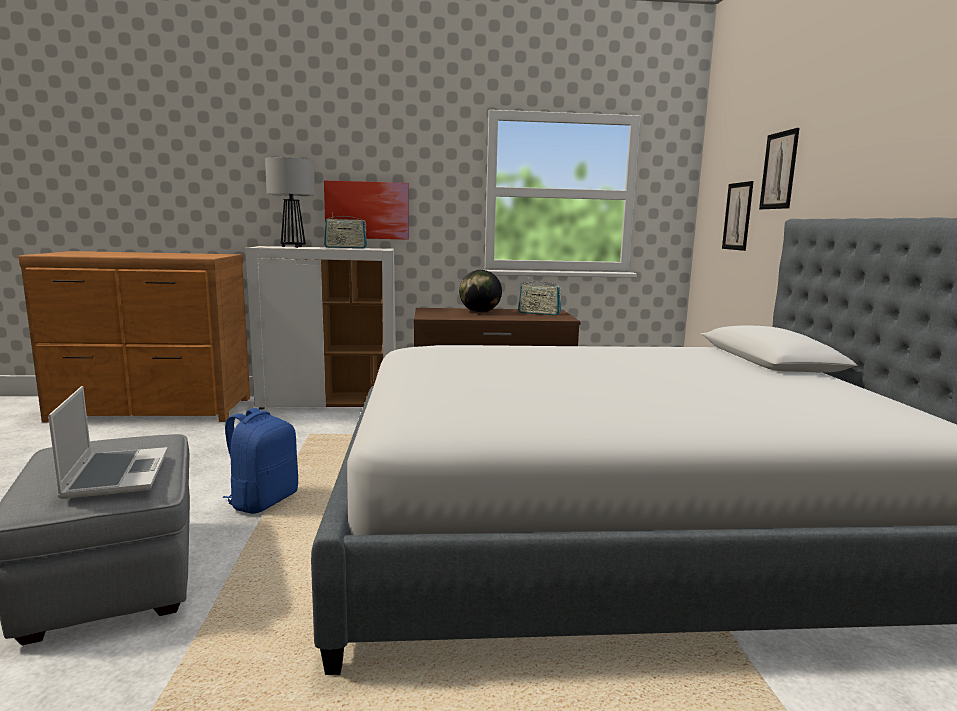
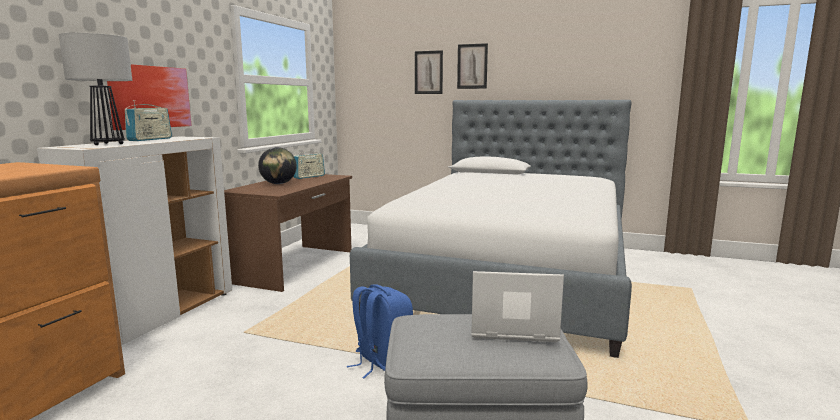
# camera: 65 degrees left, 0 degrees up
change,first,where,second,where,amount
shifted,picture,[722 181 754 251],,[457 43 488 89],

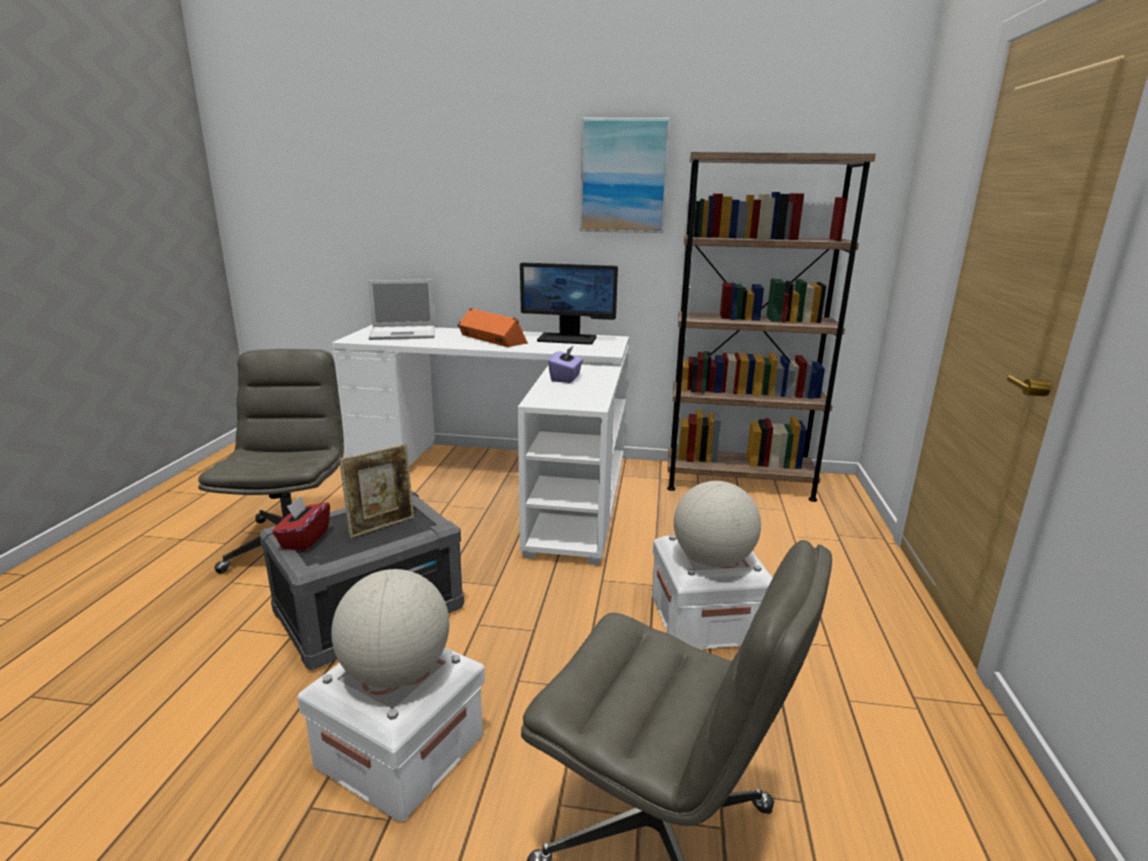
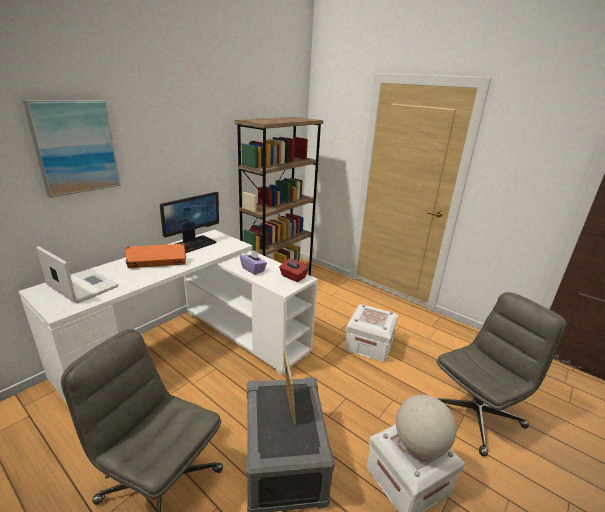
# camera: 60 degrees left, 5 degrees up
change,first,where,second,where,amount
shifted,picture,[580 118 670 233],,[23 100 121 198],
rotated,portable computer,[368 280 435 340],,[36 246 119 304],75 degrees counterclockwise
gone,world globe,[674 481 761 567],,,
shifted,red-coloured tissue box,[272 496 330 550],,[279 258 308 282],

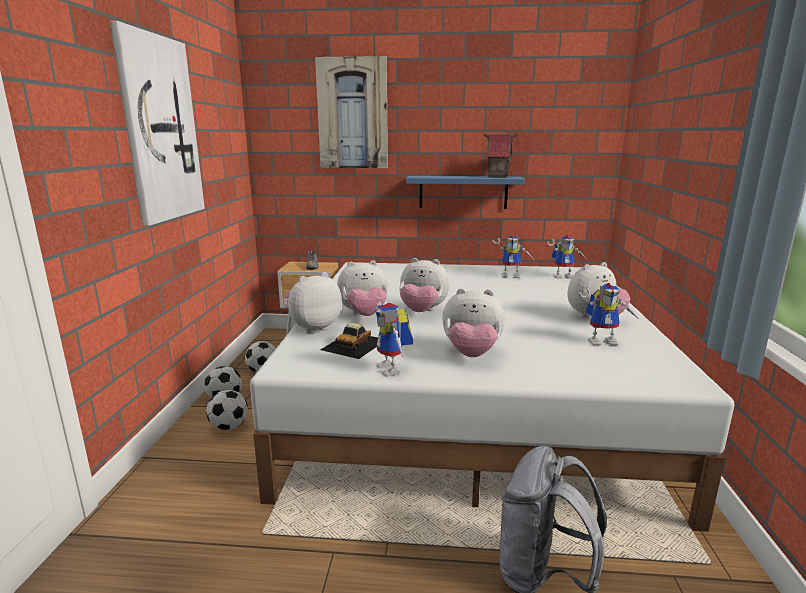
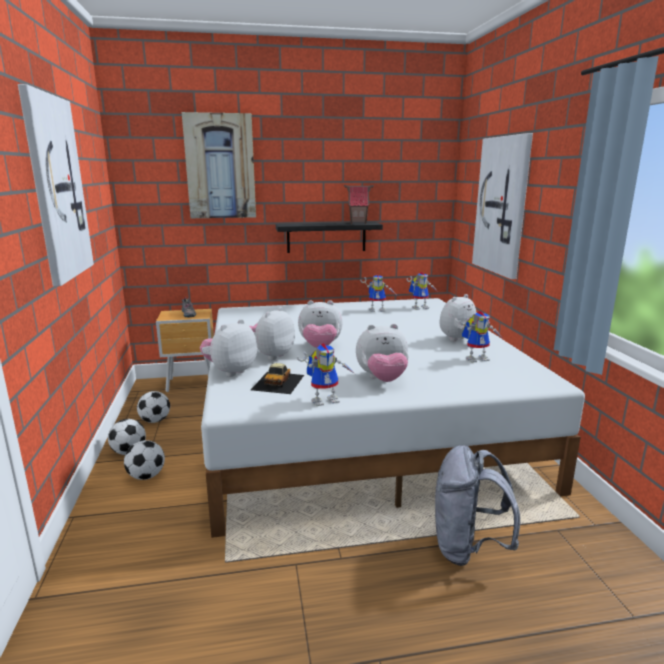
# camera: 15 degrees left, 0 degrees up
change,first,where,second,where,amount
repainted,bluish shelf,[406 176 525 209],black-coloured shelf,[276 222 383 253],
rotated,cuddly toy,[337 260 387 316],,[249 307 295 360],150 degrees clockwise
rotated,robot figure,[375 302 414 377],,[297 343 355 406],75 degrees counterclockwise
new,,,picture,[472 133 533 279],

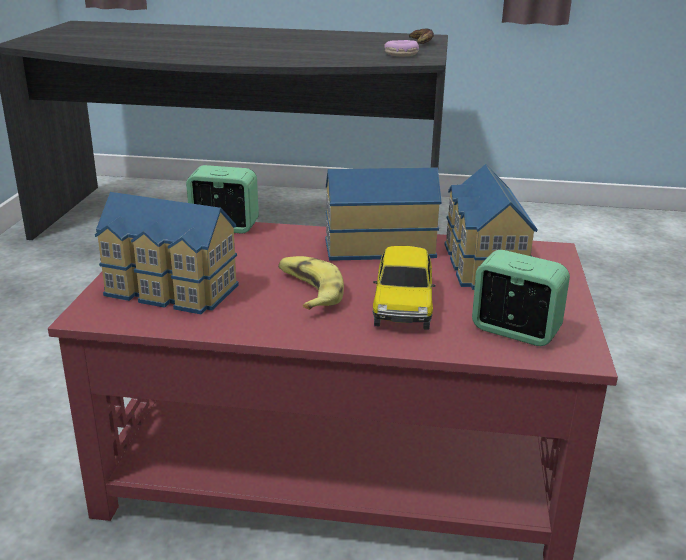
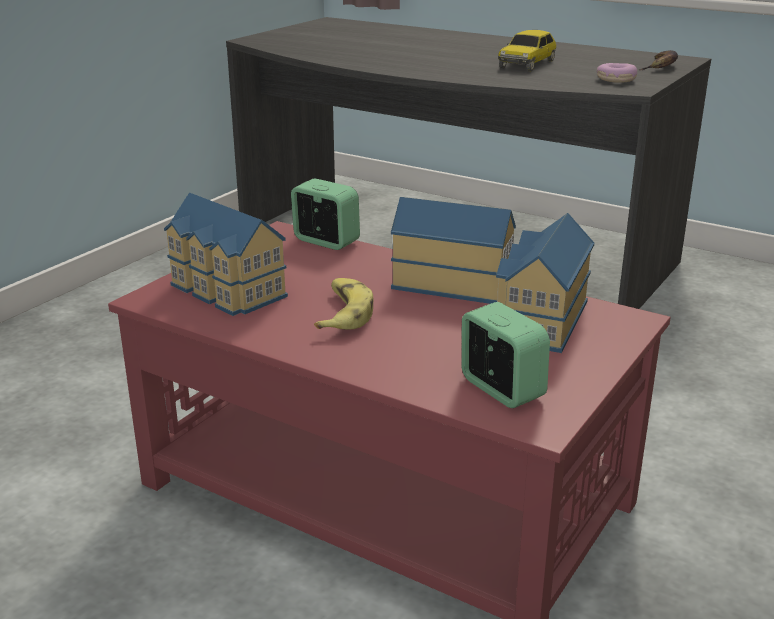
# camera: 25 degrees right, 0 degrees up
change,first,where,second,where,amount
shifted,miniature car,[373 246 436 330],,[498 30 556 71],

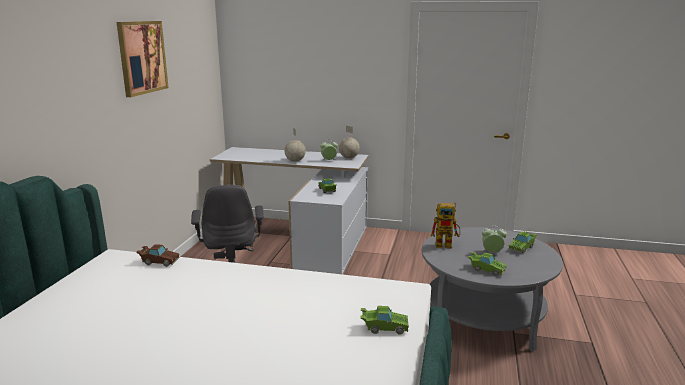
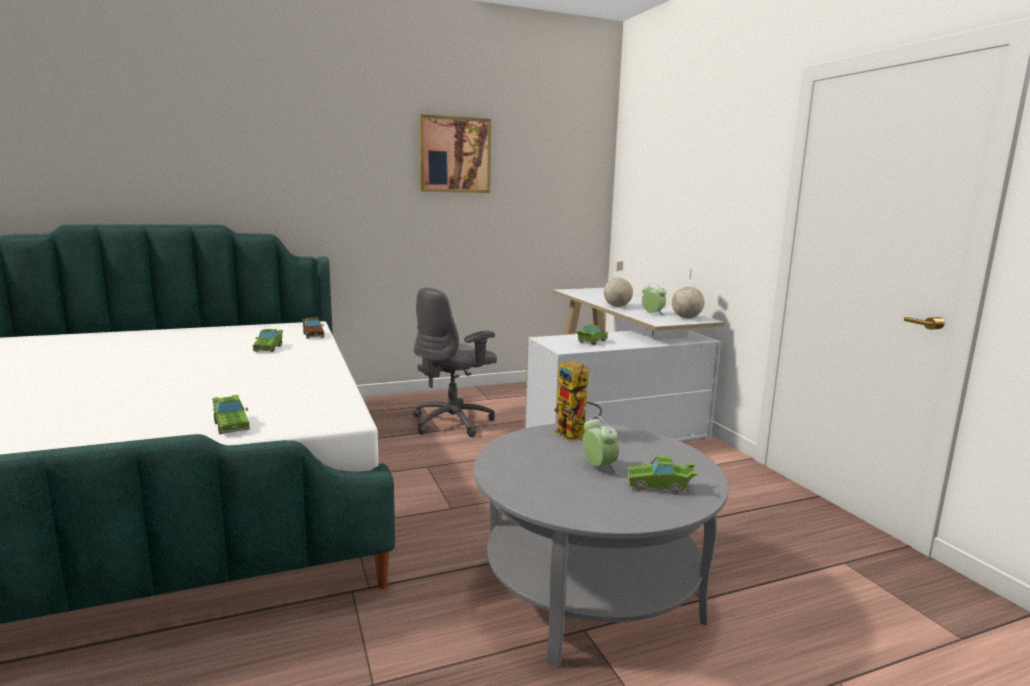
# camera: 55 degrees right, 5 degrees down
change,first,where,second,where,amount
shifted,green-coloured miniature car,[468 252 507 276],,[252 329 283 352],

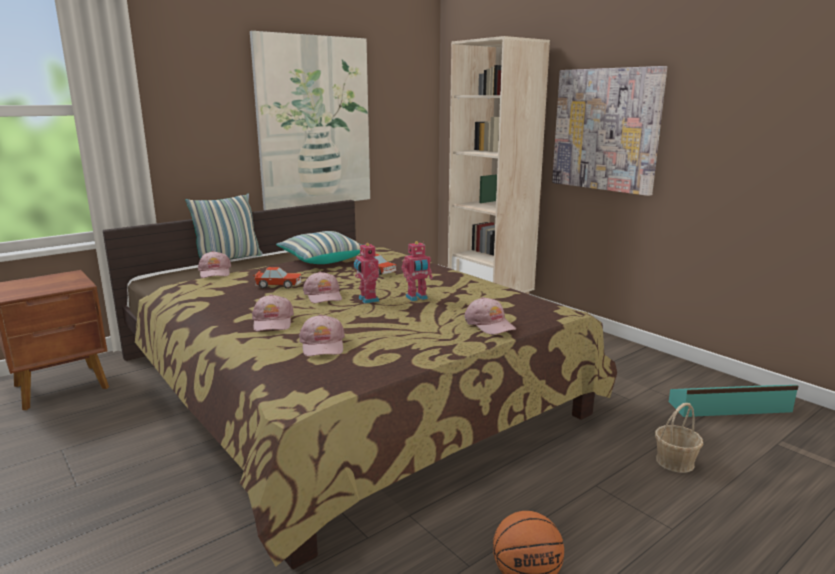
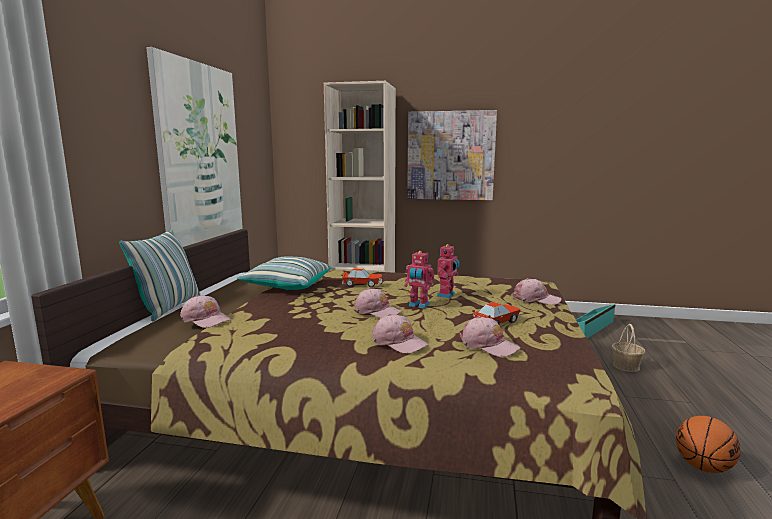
# camera: 40 degrees left, 5 degrees down
change,first,where,second,where,amount
shifted,miniature car,[253 267 302 289],,[472 302 521 324],

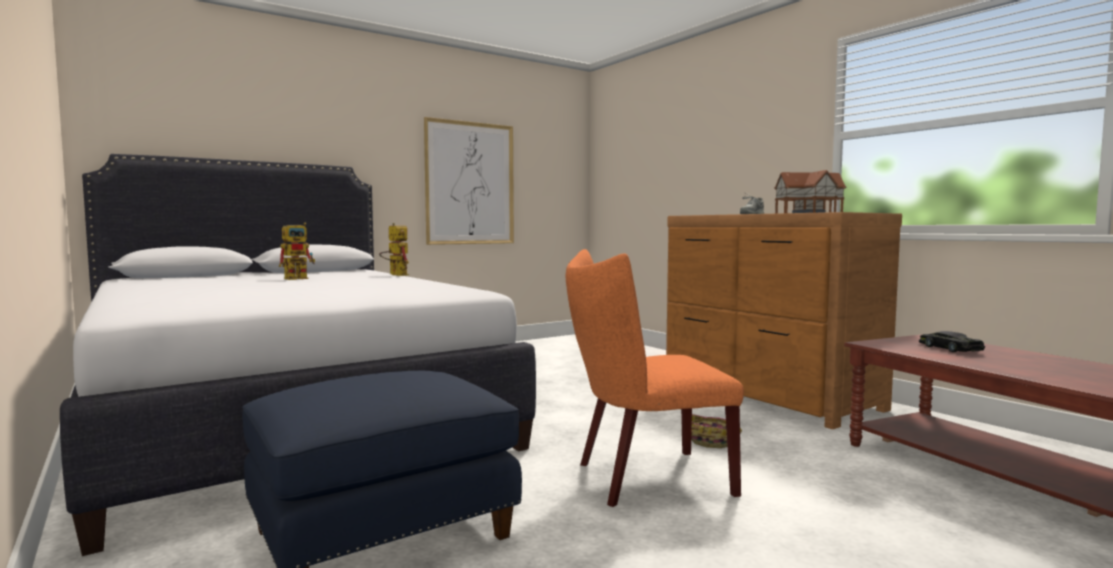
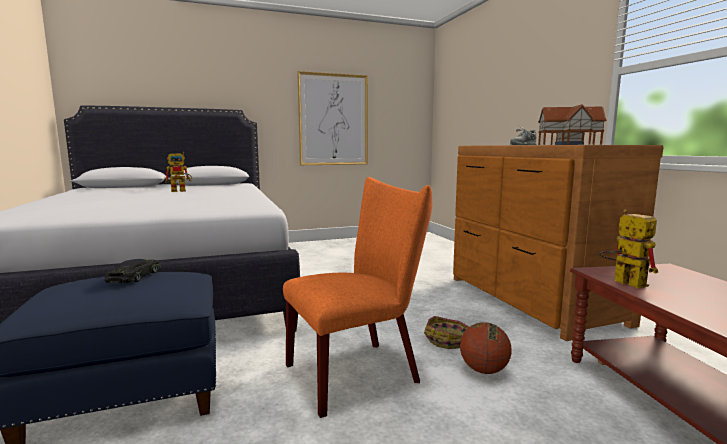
# camera: 15 degrees right, 5 degrees up
change,first,where,second,where,amount
shifted,robot figure,[379 223 409 276],,[599 210 658 289],
rotated,orangey plain chair,[566 249 744 507],,[283 177 432 418],150 degrees clockwise
shifted,black-coloured miniature car,[919 331 985 352],,[104 259 161 283],
new,,,basketball ball,[460 322 512 374],

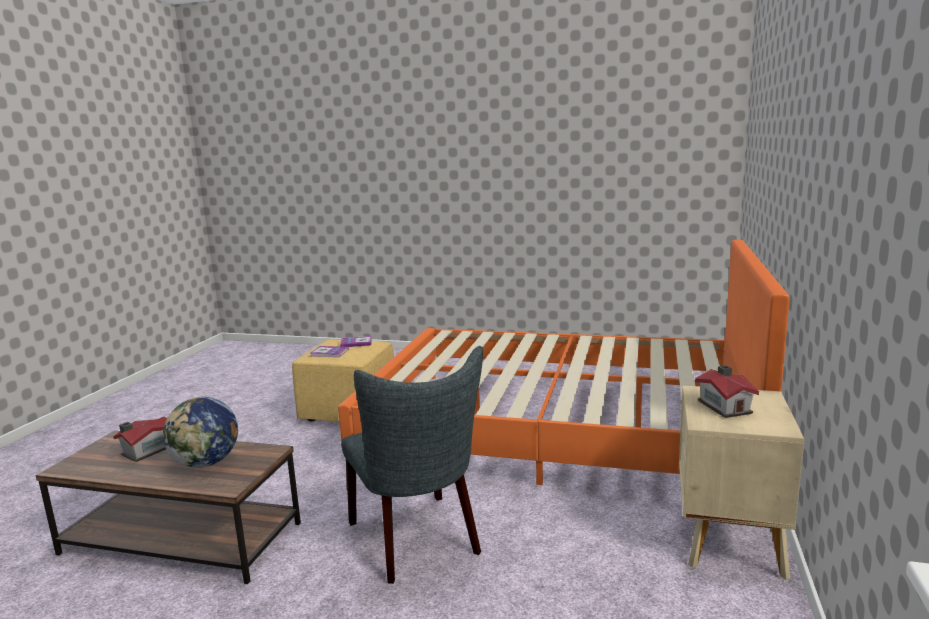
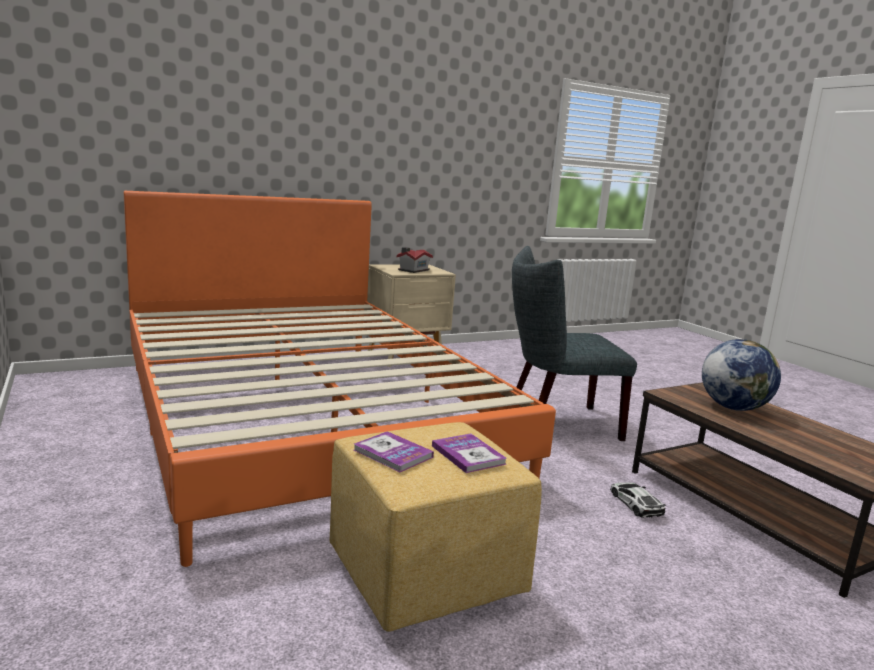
# camera: 135 degrees left, 0 degrees up
change,first,where,second,where,amount
rotated,grey plain chair,[341 346 483 584],,[512 246 637 441],120 degrees counterclockwise
gone,toy house,[113 416 167 462],,,
new,,,miniature car,[610 482 666 518],

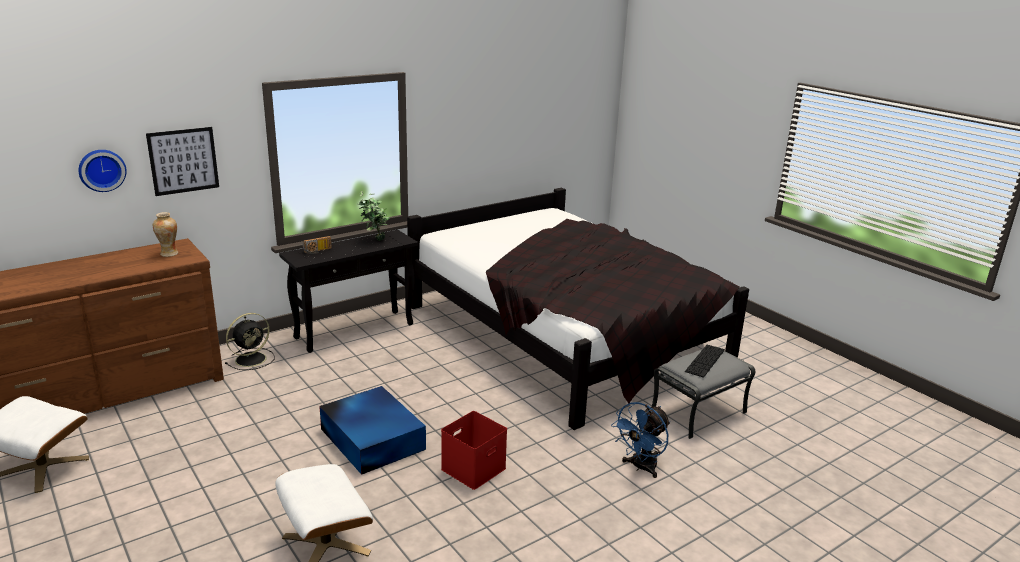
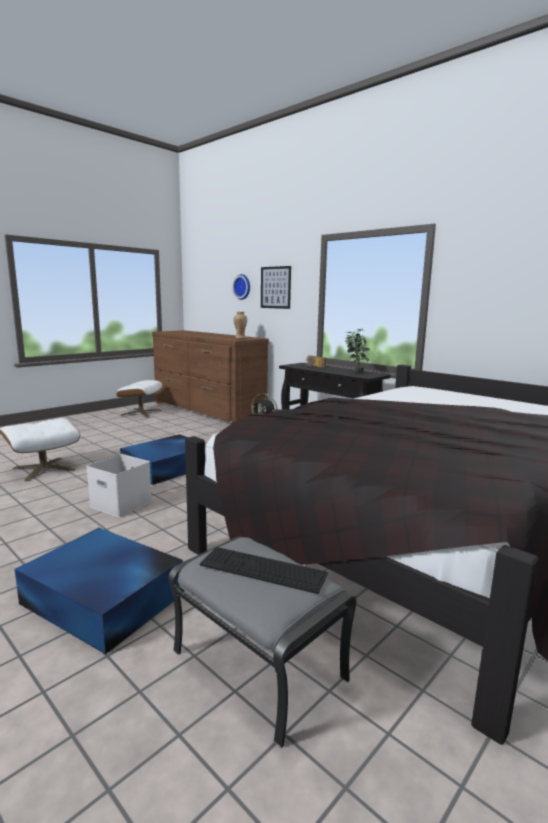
# camera: 80 degrees right, 10 degrees down
change,first,where,second,where,amount
swapped,bluish cooling fan,[611 402 670 478],bluish storage box,[15 528 183 654],
repainted,red-coloured storage box,[441 411 507 490],white-coloured storage box,[86 454 152 518],

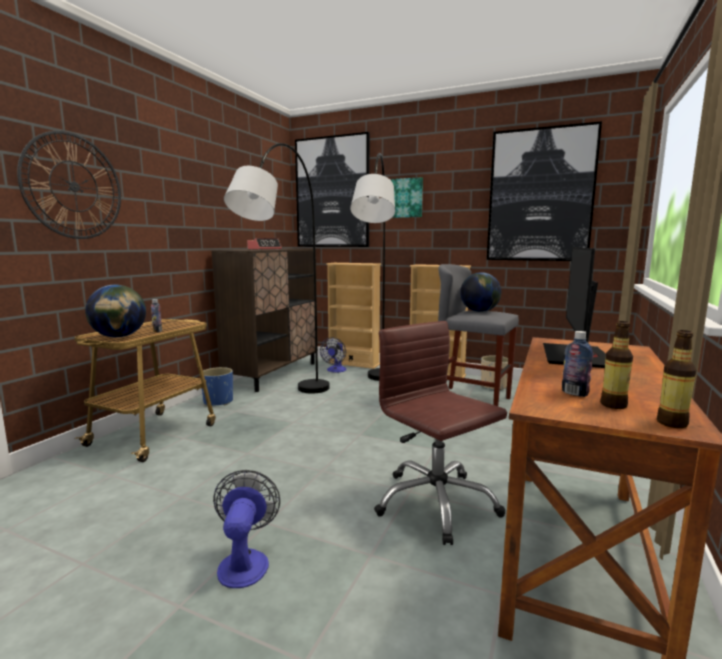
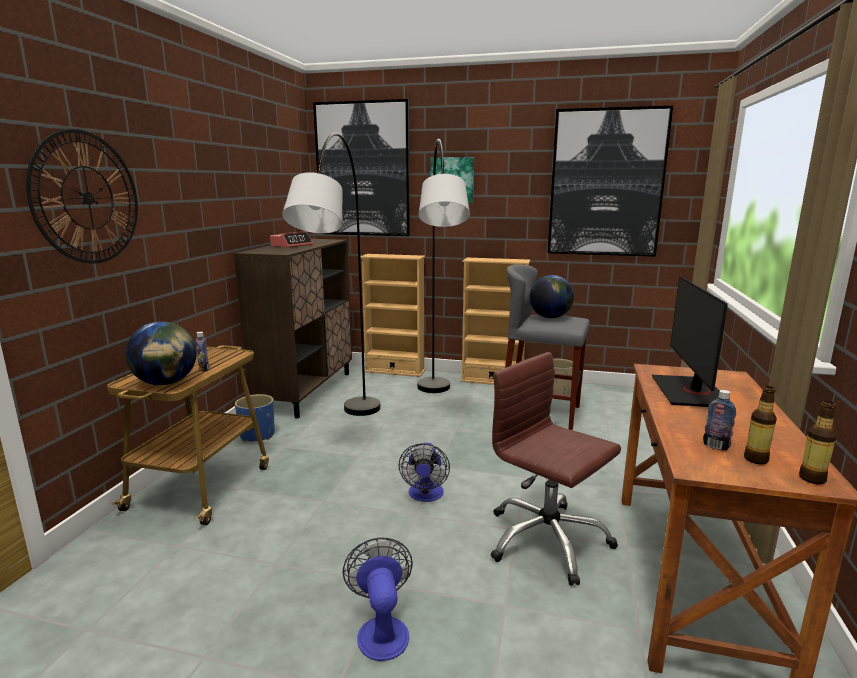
# camera: 10 degrees left, 5 degrees up
change,first,where,second,where,amount
shifted,cooling fan,[320 338 347 373],,[399 442 450 502],

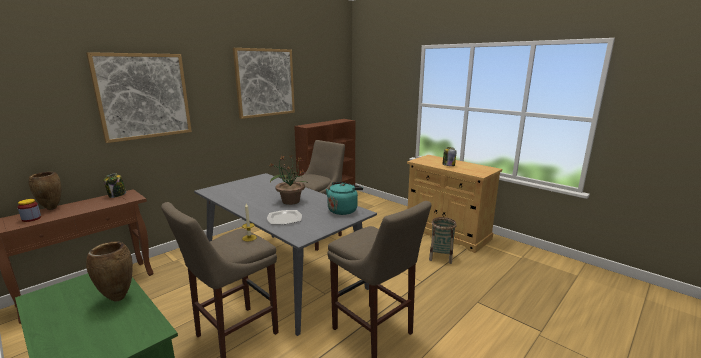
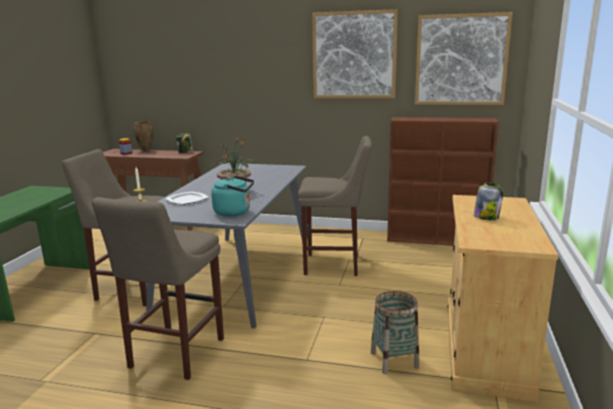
# camera: 60 degrees right, 0 degrees up
change,first,where,second,where,amount
shifted,picture,[86 52 192 143],,[415 12 513 105],
gone,brown vase,[86 241 133 302],,,

